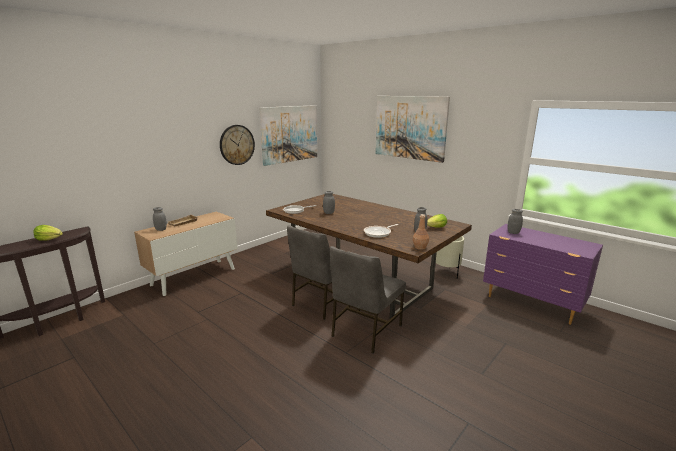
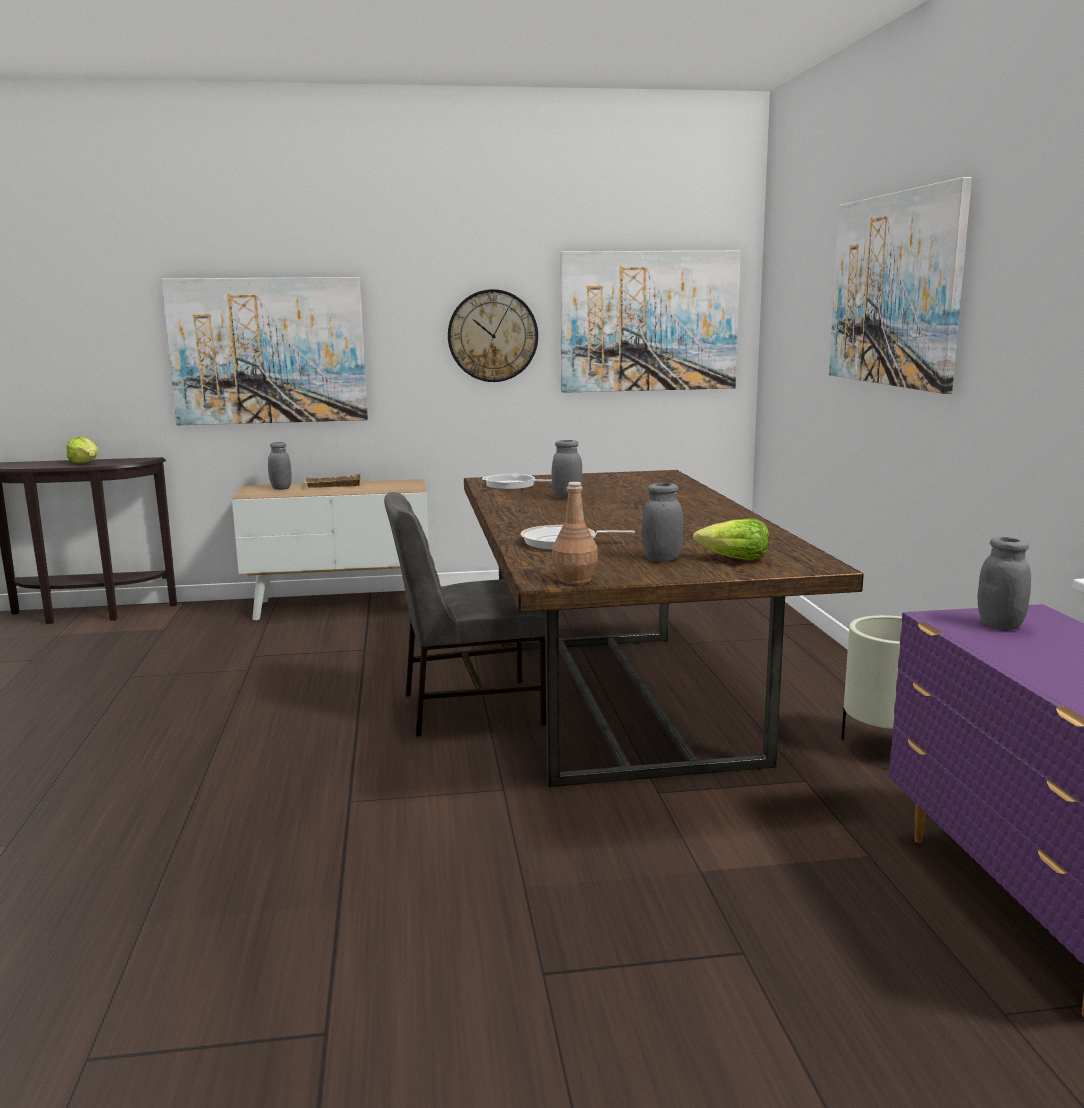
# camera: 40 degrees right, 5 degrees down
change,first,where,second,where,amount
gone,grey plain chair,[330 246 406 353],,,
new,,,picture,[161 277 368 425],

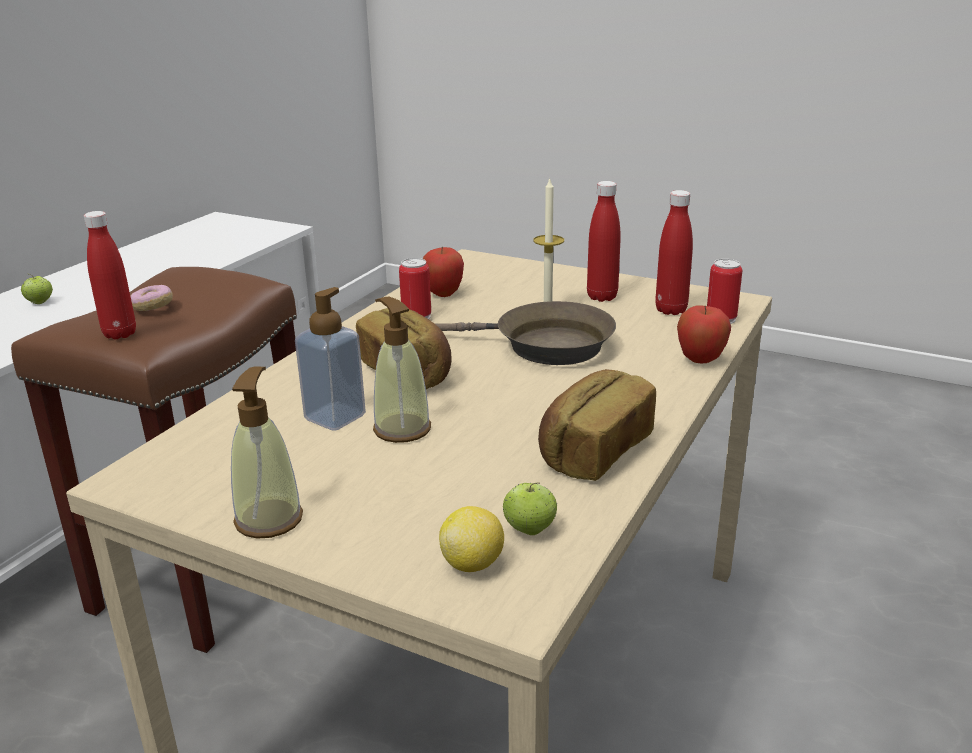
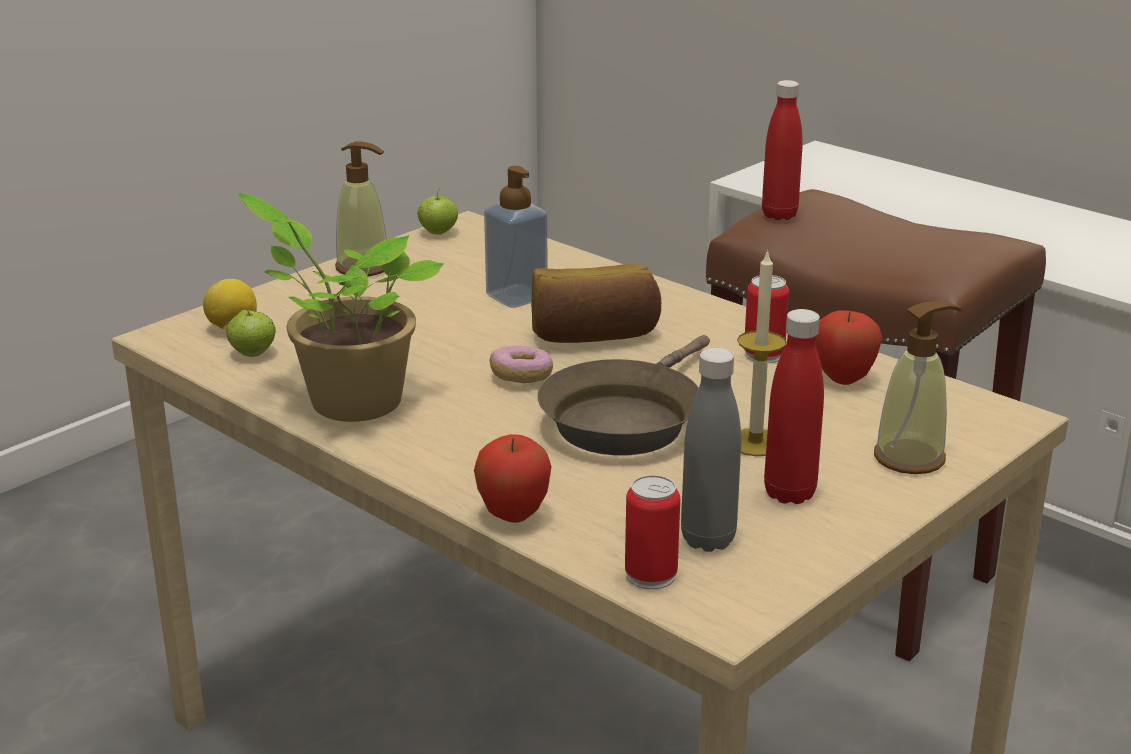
# camera: 105 degrees right, 0 degrees up
change,first,where,second,where,amount
repainted,red-coloured bottle,[655 190 693 315],grey bottle,[681 348 741 552],
shifted,apple,[21 274 52 304],,[418 190 458 235],
shifted,donut,[130 285 173 311],,[490 346 553 383],
shifted,liquid soap bottle,[373 297 431 443],,[874 301 962 474],
swapped,bread,[538 369 656 481],potted plant,[237 193 444 422],

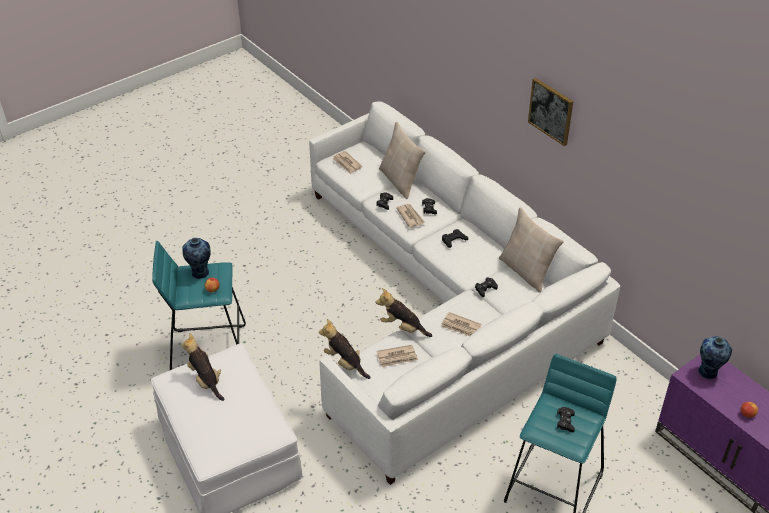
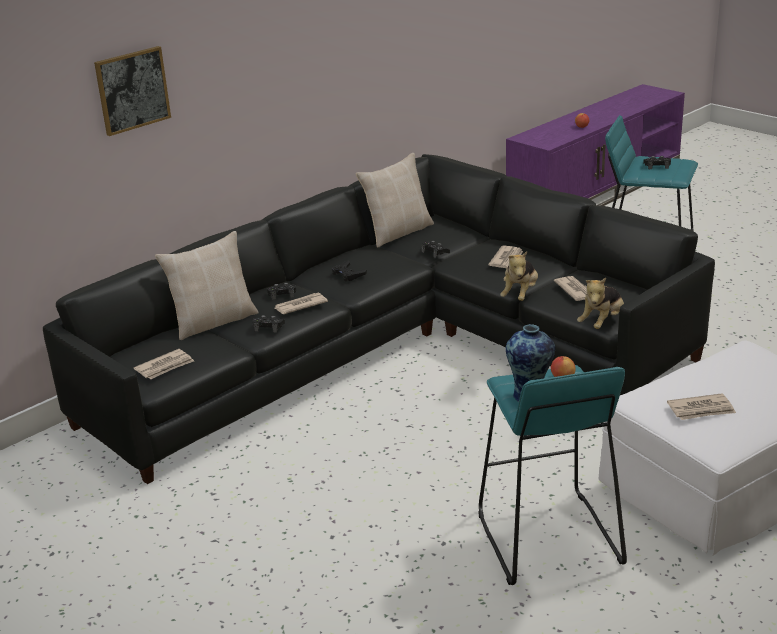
# camera: 95 degrees left, 15 degrees down
change,first,where,second,where,amount
shifted,picture,[528 78 573 146],,[94 46 171 136],
repainted,white-coloured settee,[309 102 621 485],black-coloured settee,[43 154 715 484],
swapped,cuddly toy,[182 333 225 401],printed paper,[667 393 736 420],
gone,vase,[698 336 732 380],,,

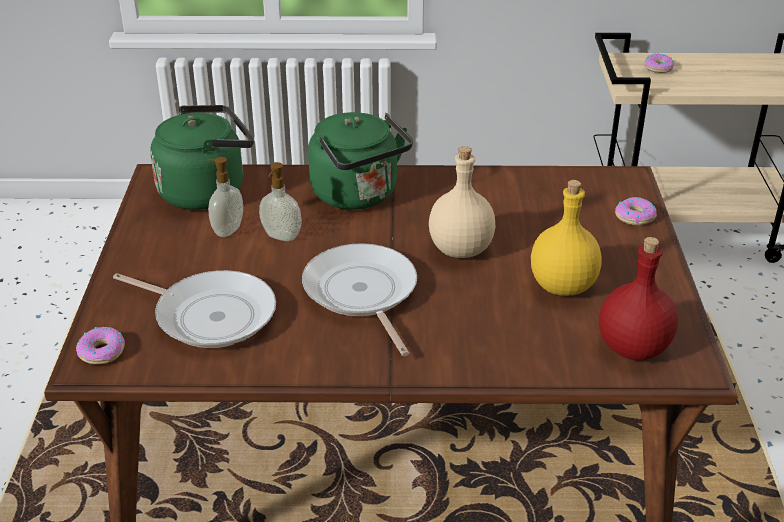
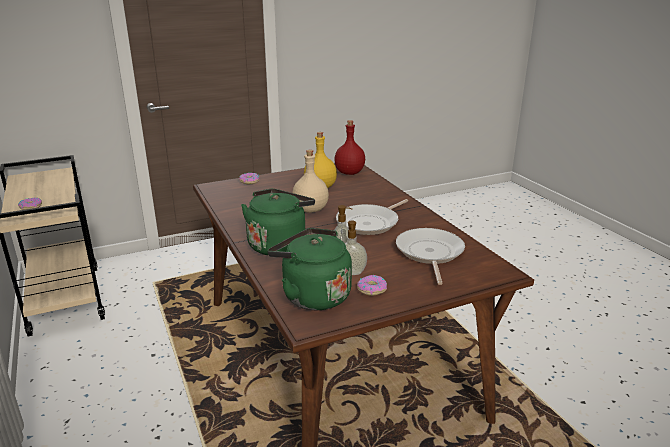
# camera: 115 degrees left, 10 degrees down
change,first,where,second,where,amount
shifted,donut,[76 327 125 364],,[357 275 387 296],

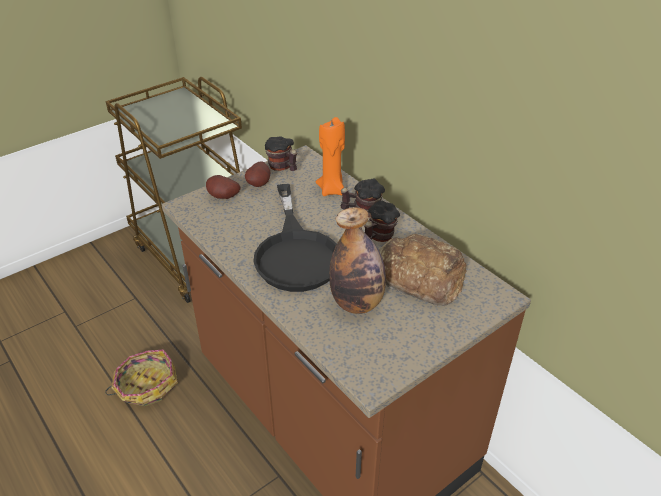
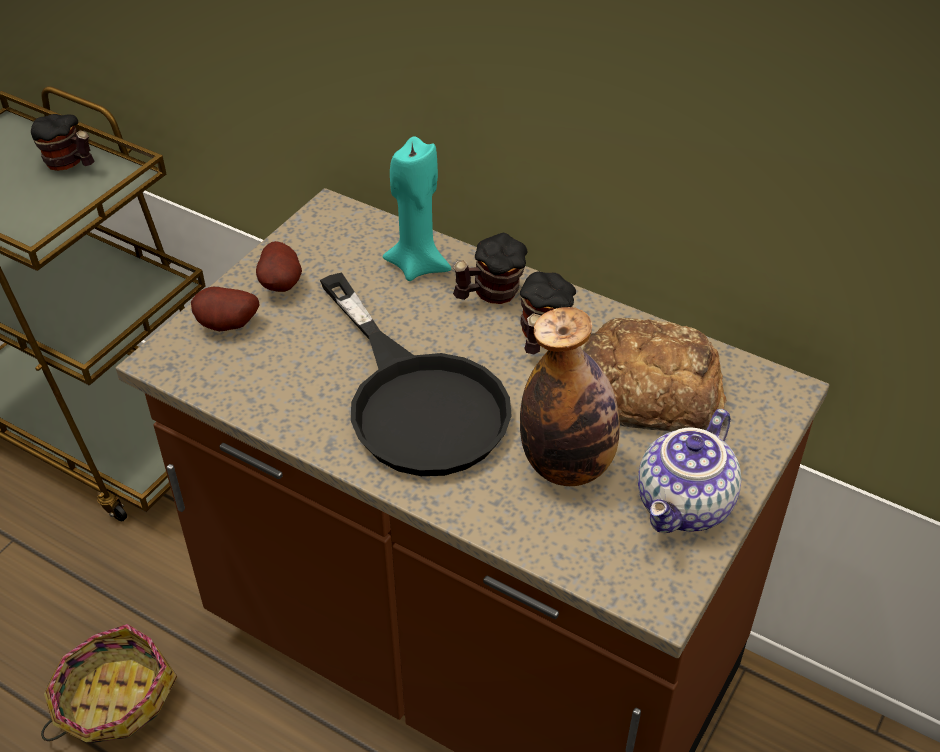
# camera: 20 degrees left, 5 degrees up
change,first,where,second,where,amount
repainted,orangey candle,[315 117 345 196],turquoise-coloured candle,[383 137 451 281],
shifted,tea mug,[265 137 297 171],,[31 114 95 171],
new,,,tea pot,[638 409 741 533],

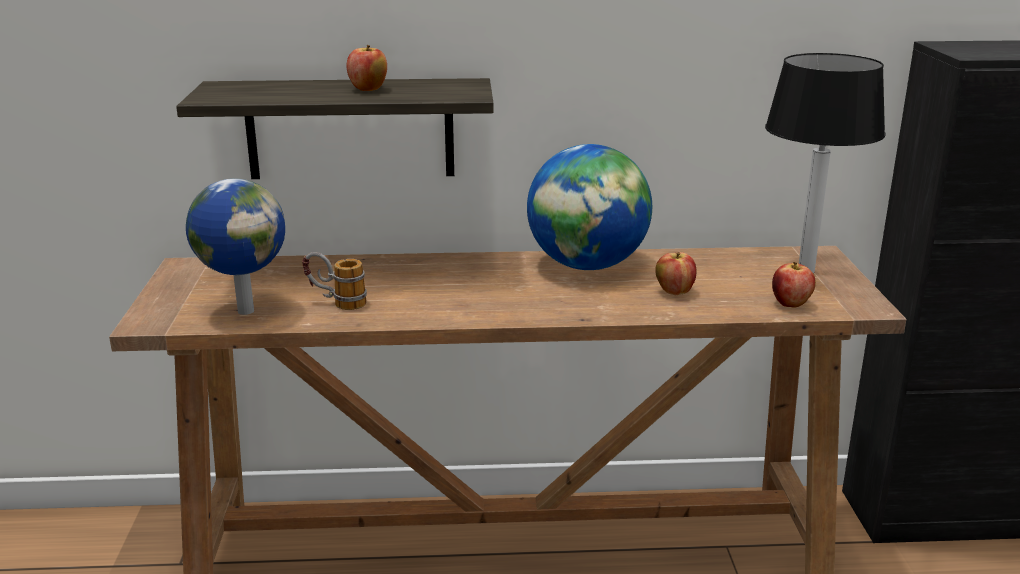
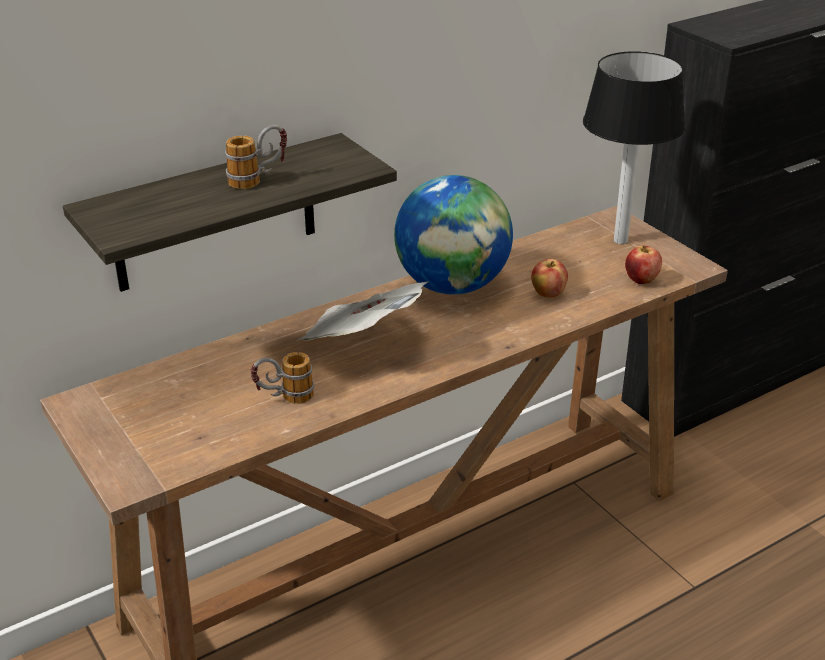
# camera: 30 degrees left, 10 degrees up
change,first,where,second,where,amount
swapped,apple,[347 45 387 91],tea mug,[225 125 287 189],
gone,world globe,[186 178 285 315],,,
new,,,printed paper,[296 281 428 341],

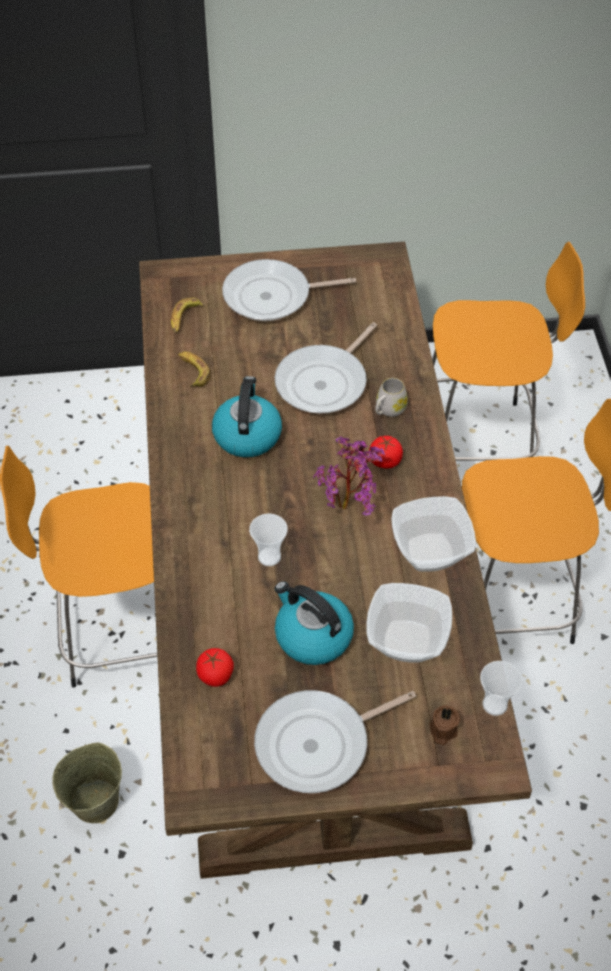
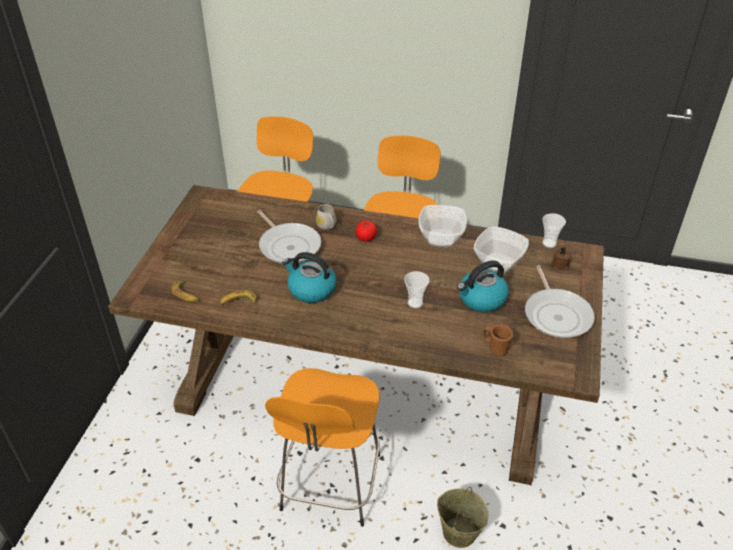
# camera: 70 degrees left, 10 degrees down
change,first,where,second,where,amount
gone,frying pan,[222 259 356 321],,,
gone,potted plant,[313 436 385 516],,,
swapped,whole tomato,[196 648 234 687],brown tea mug,[483 324 513 356],

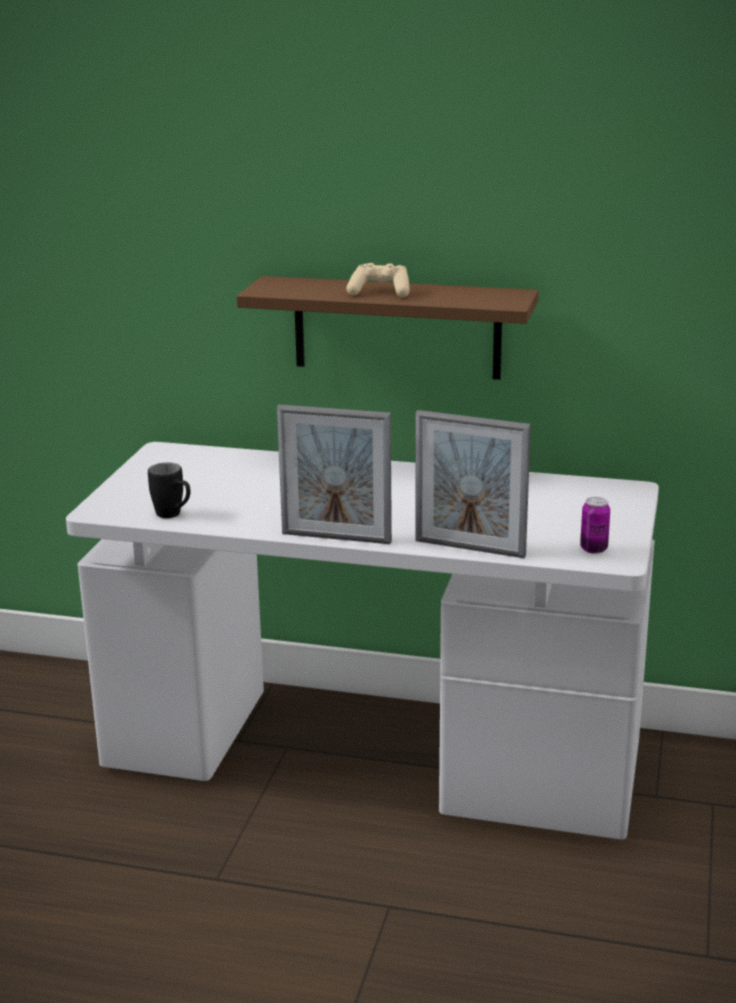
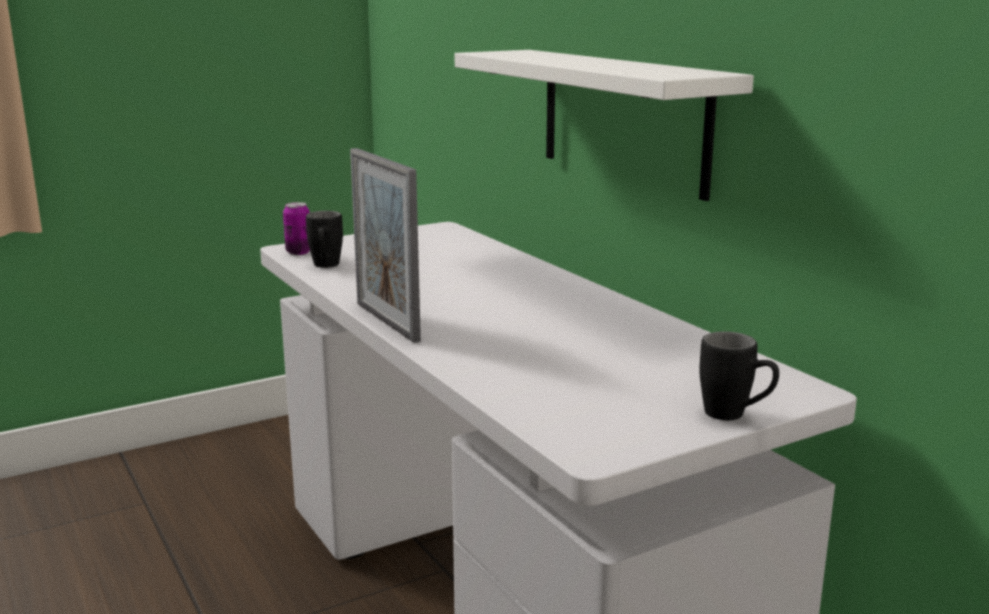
# camera: 45 degrees right, 5 degrees down
change,first,where,second,where,amount
gone,sand-coloured game controller,[346 263 410 297],,,
repainted,brown shelf,[237 276 539 380],white-coloured shelf,[455 50 754 201],
gone,picture frame,[415 410 531 558],,,
shifted,sealed can,[580 497 610 554],,[283 202 310 255],
new,,,black-coloured tea mug,[699 331 779 420],

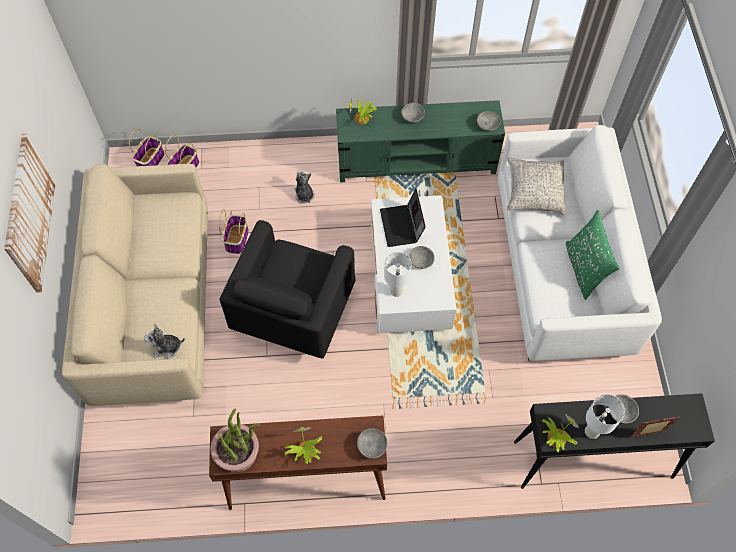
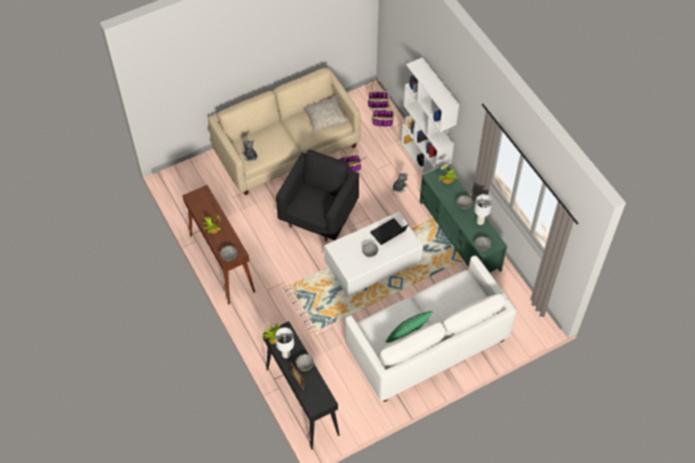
# camera: 65 degrees right, 5 degrees down
change,first,where,second,where,amount
gone,picture,[4 134 55 293],,,
shifted,grey throw pillow,[507 157 566 215],,[303 96 350 132],
rotated,black-coloured easy chair,[219 220 355 359],,[276 150 359 241],120 degrees clockwise
shifted,white-coloured table lamp,[384 252 412 297],,[474 194 492 225],
gone,potted plant,[210 409 259 472],,,
new,,,white-coloured shelving unit,[401 57 459 175],

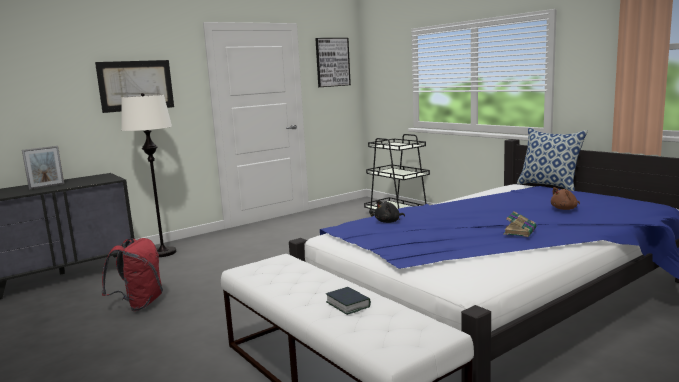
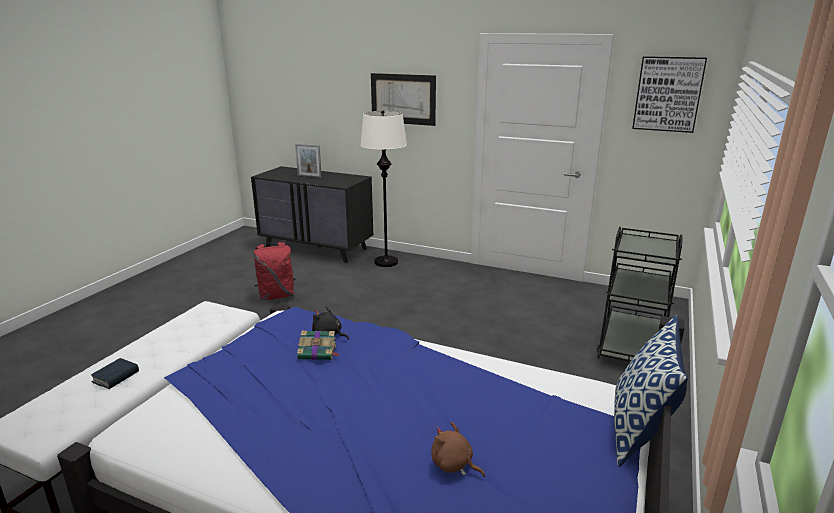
# camera: 60 degrees right, 10 degrees up
change,first,where,second,where,amount
shifted,volume,[503 211 536 237],,[297 330 338 360],

